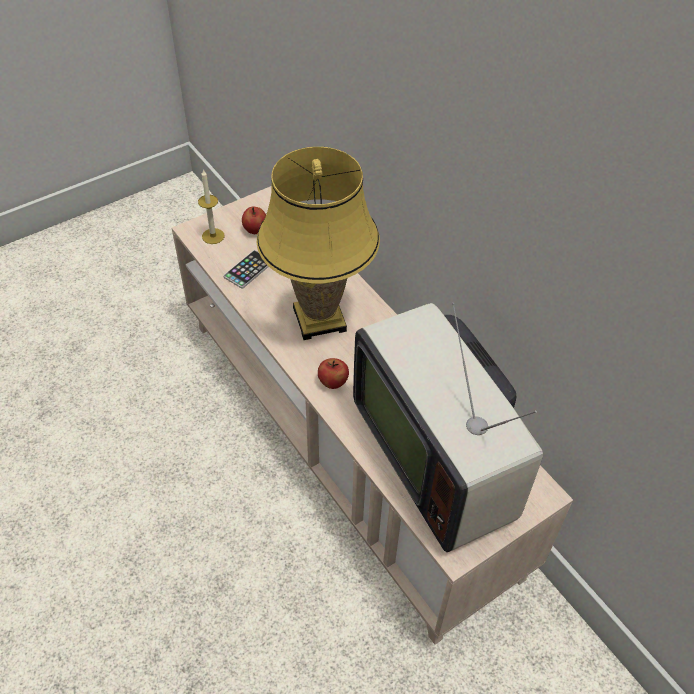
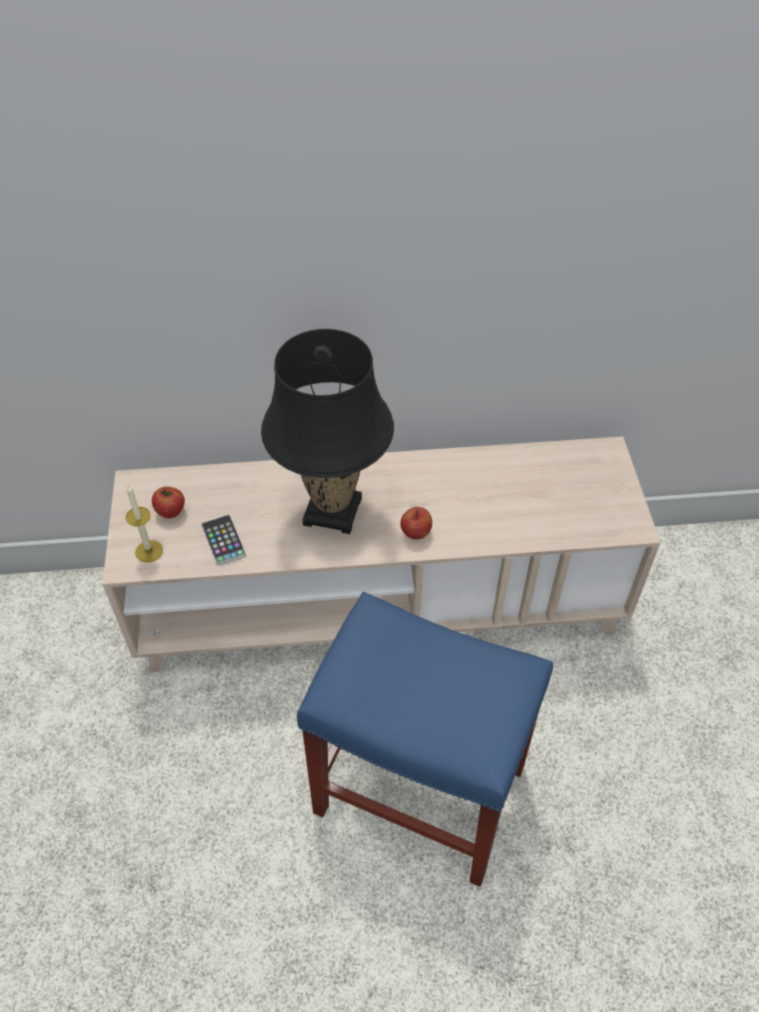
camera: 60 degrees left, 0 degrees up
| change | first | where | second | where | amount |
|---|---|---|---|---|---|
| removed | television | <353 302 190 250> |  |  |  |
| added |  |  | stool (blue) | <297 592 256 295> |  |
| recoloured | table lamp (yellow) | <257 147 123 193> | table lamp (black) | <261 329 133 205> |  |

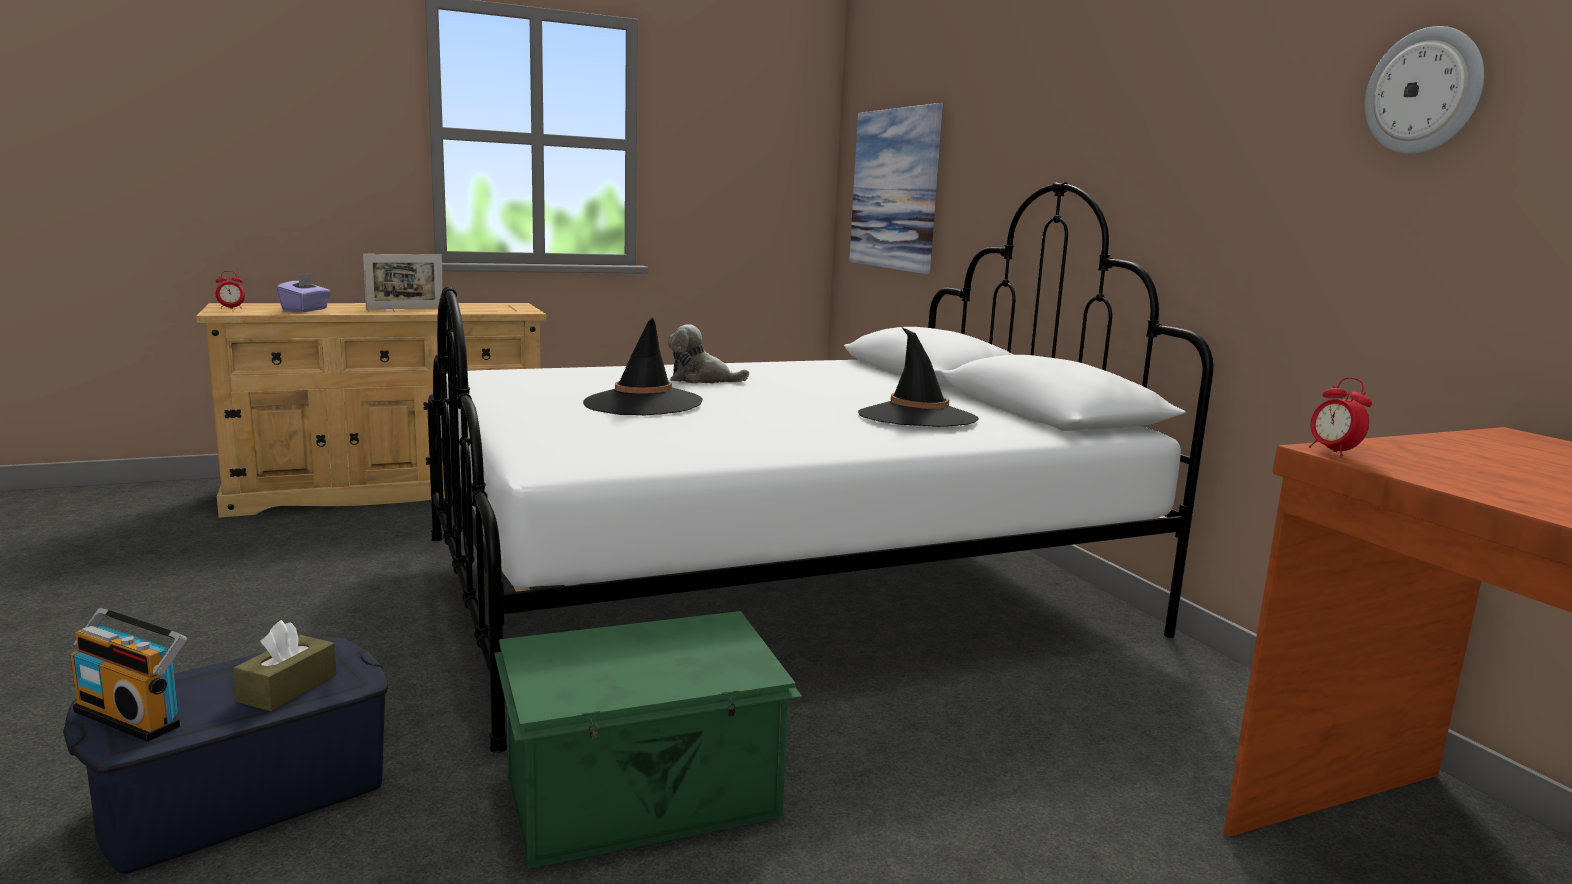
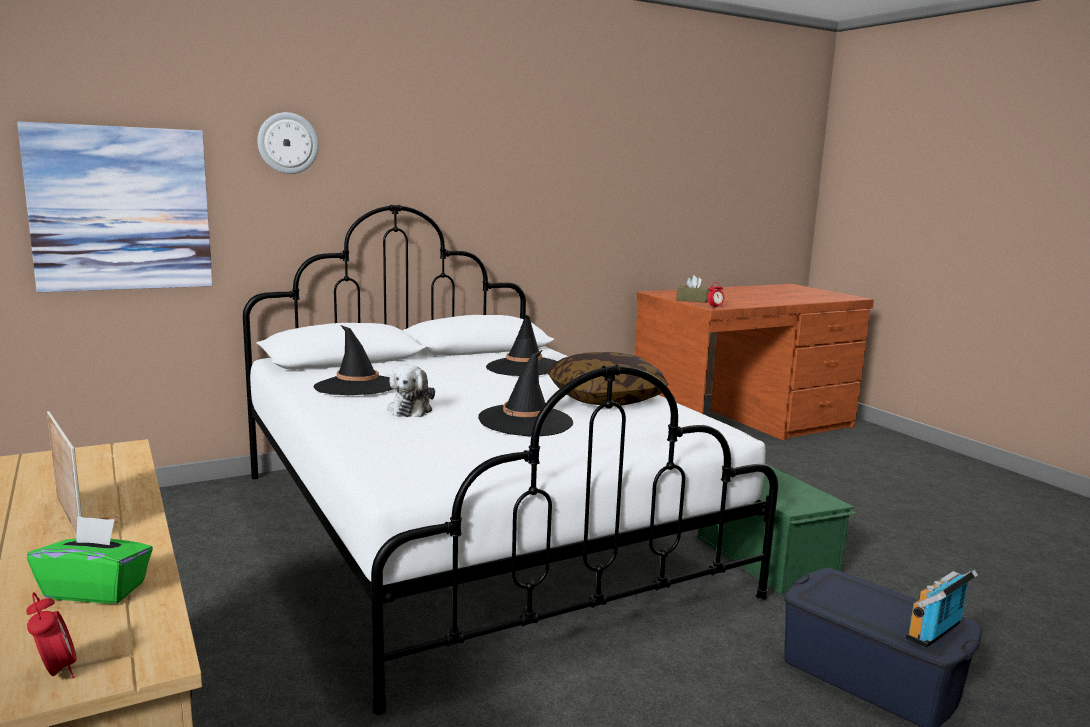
camera: 95 degrees left, 0 degrees up
| change | first | where | second | where | amount |
|---|---|---|---|---|---|
| added |  |  | hat (black) | <314 325 79 70> |  |
| added |  |  | pillow | <547 352 121 53> |  |
| moved | tissue box (brown) | <233 620 103 91> |  | <677 275 32 28> |  |
| moved | wall clock | <1365 26 119 128> |  | <258 112 61 62> |  |
| recoloured | tissue box (purple) | <276 273 55 39> | tissue box (green) | <27 516 126 88> |  |
| turned | radio | <70 608 117 134> |  | <906 570 72 78> | 150 degrees counterclockwise |

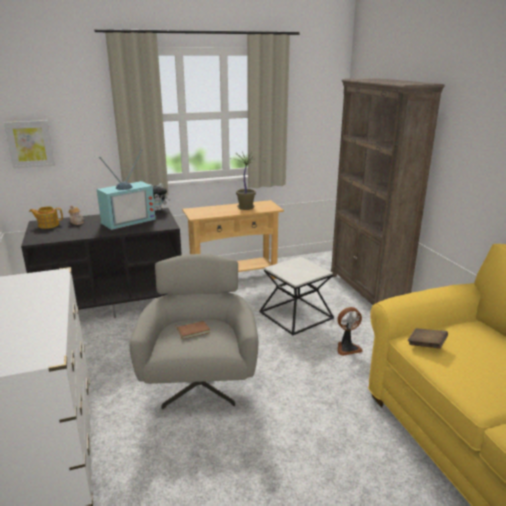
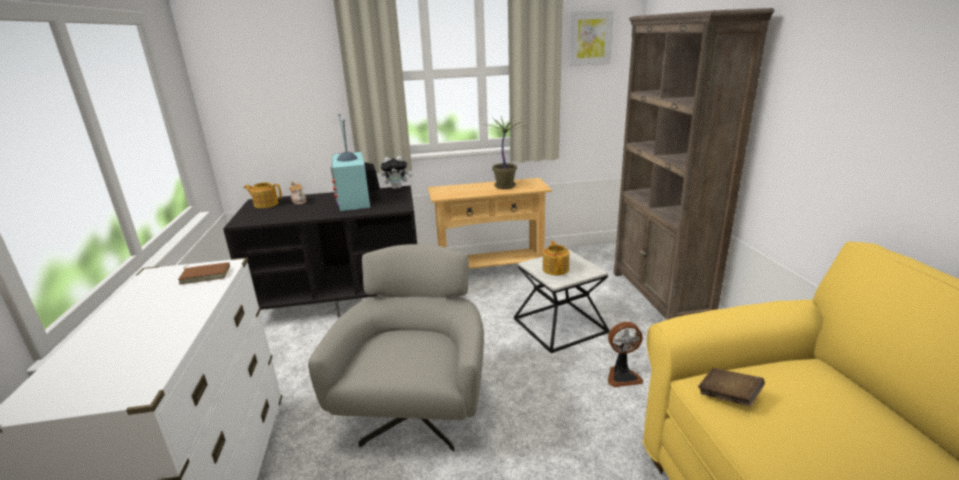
camera: 10 degrees right, 0 degrees up
| change | first | where | second | where | amount |
|---|---|---|---|---|---|
| added |  |  | teapot | <543 241 26 34> |  |
| moved | picture | <4 120 51 49> |  | <569 10 45 56> |  |
| moved | book (brown) | <176 321 34 18> |  | <178 262 52 23> |  |
| turned | television | <97 149 58 81> |  | <330 114 50 97> | 105 degrees clockwise |

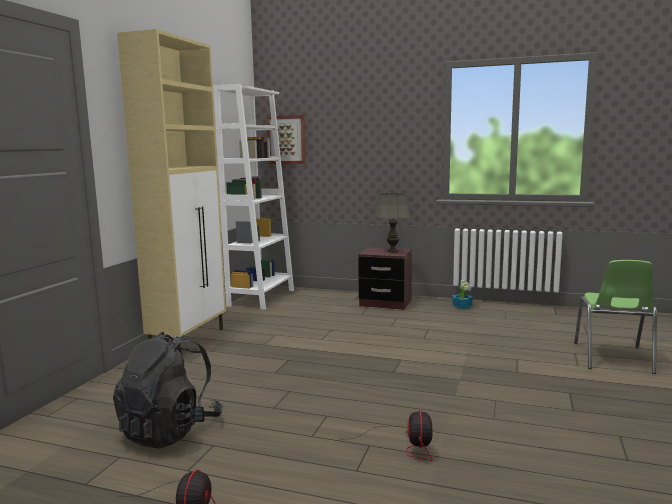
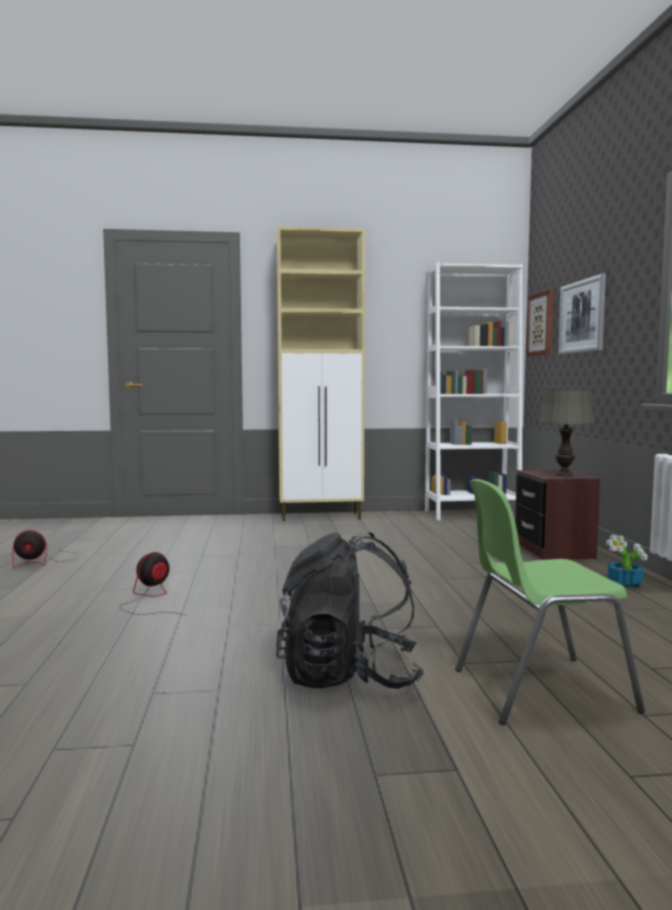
camera: 65 degrees right, 5 degrees down
| change | first | where | second | where | amount |
|---|---|---|---|---|---|
| added |  |  | picture | <558 274 48 80> |  |
| moved | backpack (black) | <113 332 110 117> |  | <276 532 148 157> |  |
| turned | fan | <351 410 82 51> |  | <120 552 66 64> | 150 degrees clockwise |

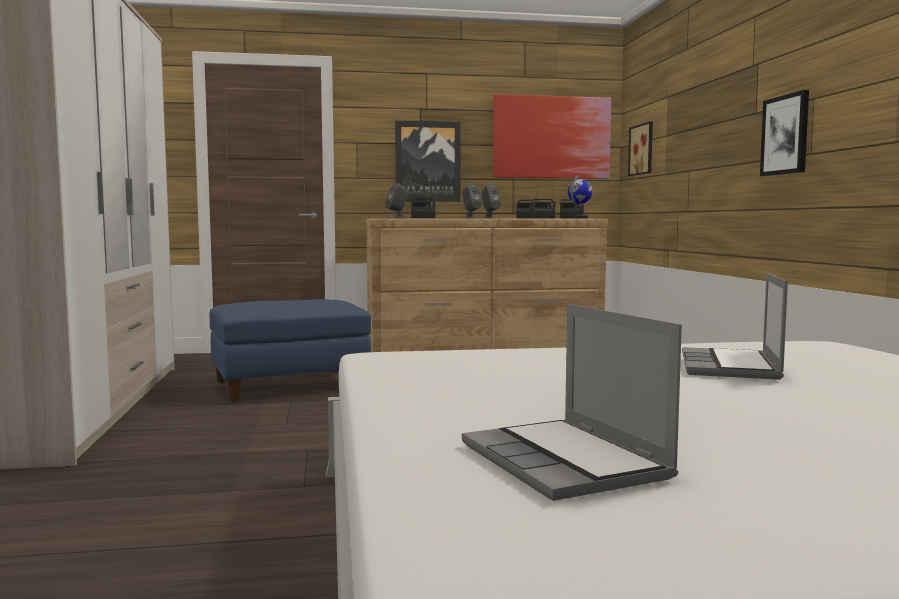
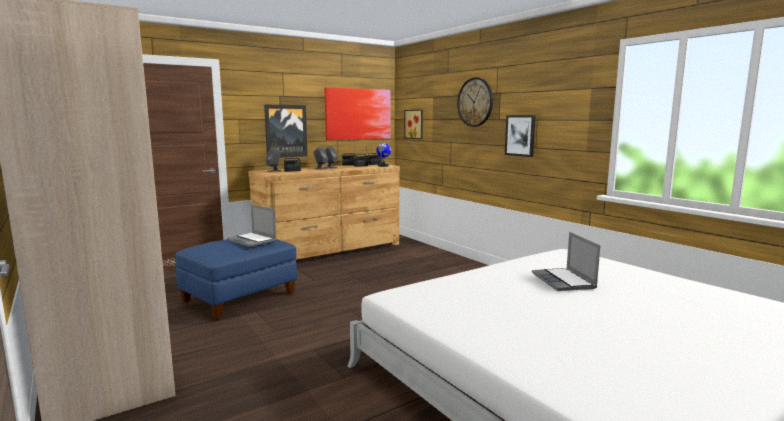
camera: 25 degrees left, 5 degrees up
| change | first | where | second | where | amount |
|---|---|---|---|---|---|
| added |  |  | wall clock | <457 77 36 50> |  |
| moved | laptop | <462 304 220 197> |  | <227 204 49 43> |  |

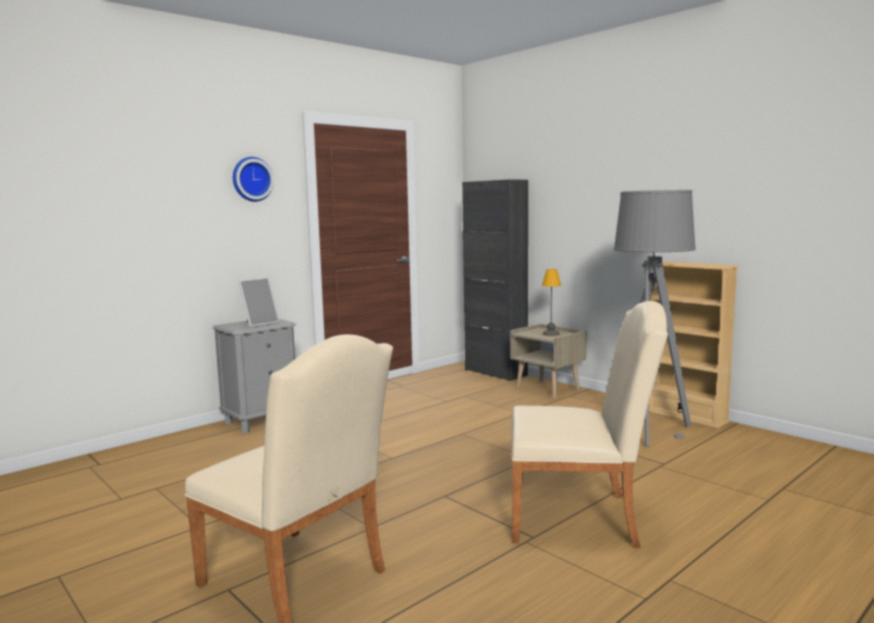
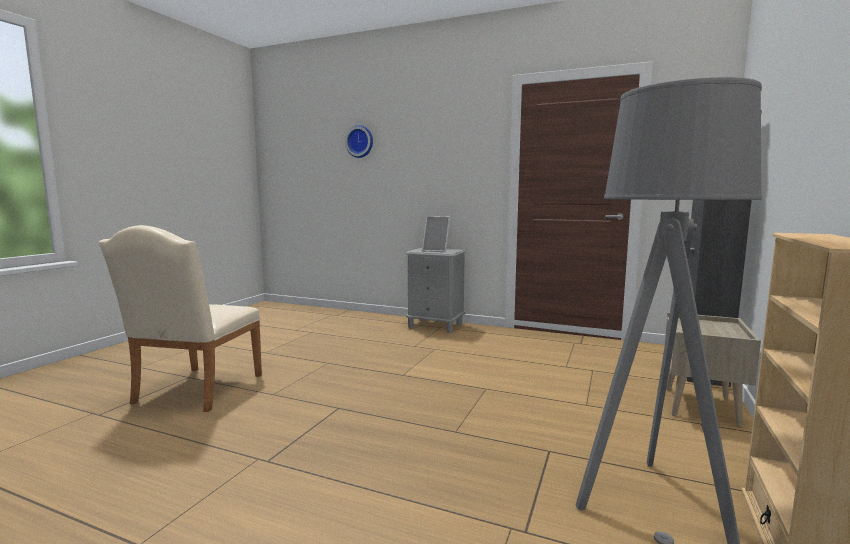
camera: 65 degrees right, 0 degrees up
| change | first | where | second | where | amount |
|---|---|---|---|---|---|
| removed | chair (beige) | <512 301 156 247> |  |  |  |
| removed | table lamp | <542 269 19 67> |  |  |  |
| moved | wall clock | <233 157 41 45> |  | <345 125 28 33> |  |

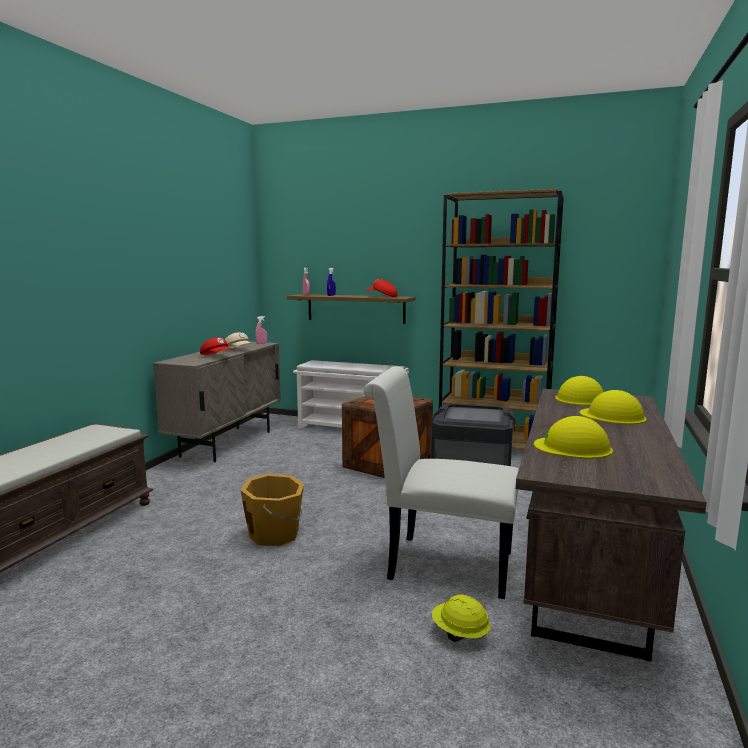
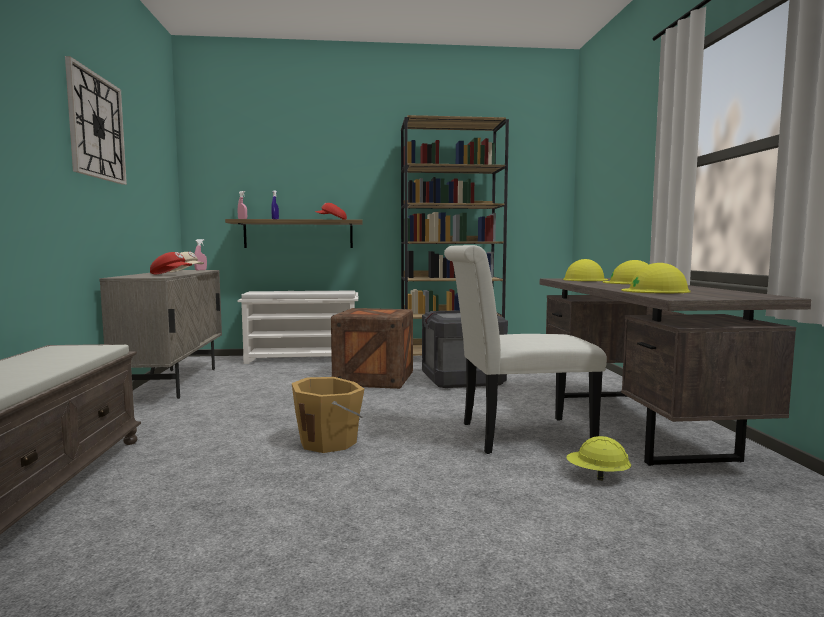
camera: 25 degrees left, 5 degrees down
| change | first | where | second | where | amount |
|---|---|---|---|---|---|
| added |  |  | wall clock | <65 56 62 129> |  |

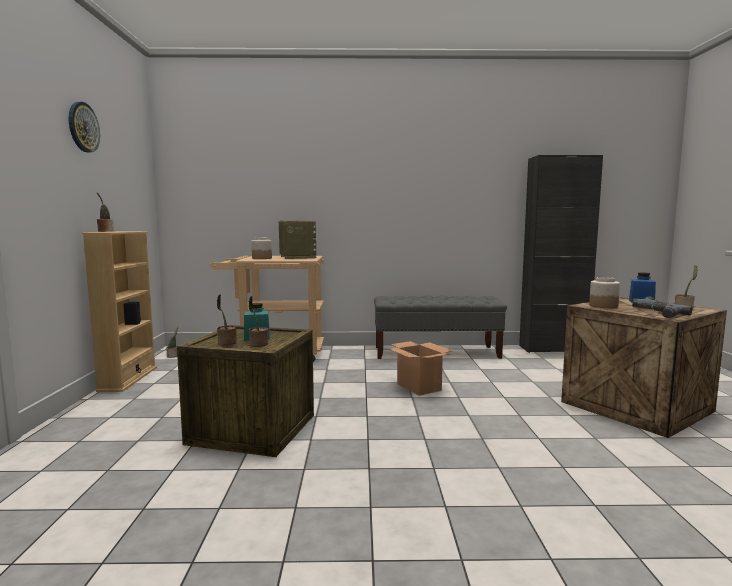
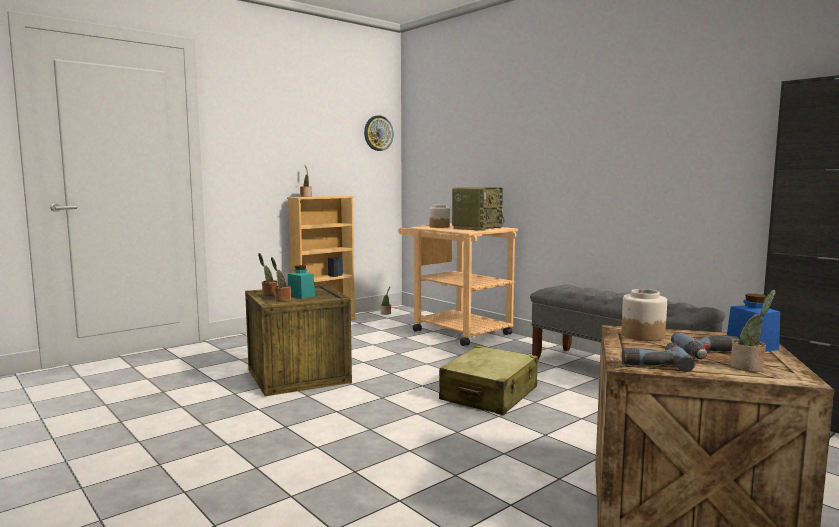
camera: 50 degrees right, 0 degrees up
| change | first | where | second | where | amount |
|---|---|---|---|---|---|
| moved | wall clock | <69 102 31 51> |  | <364 115 30 36> |  |
| replaced | cardboard box | <387 341 66 55> | suitcase (beige) | <439 346 99 69> |  |

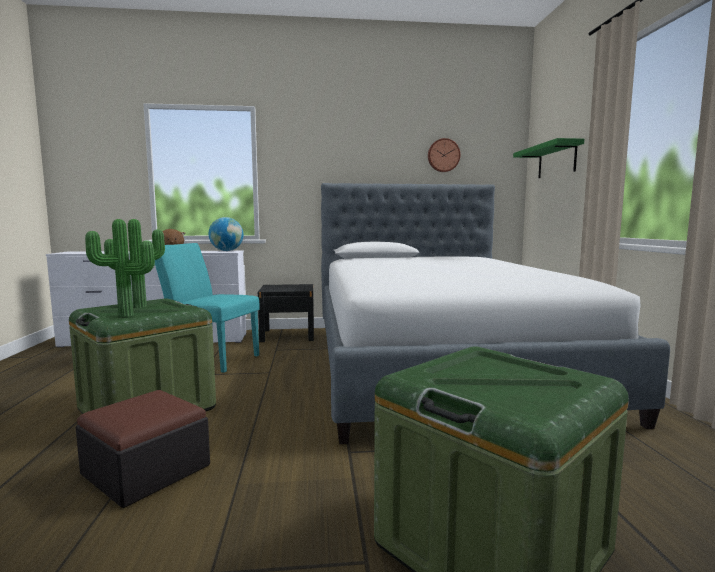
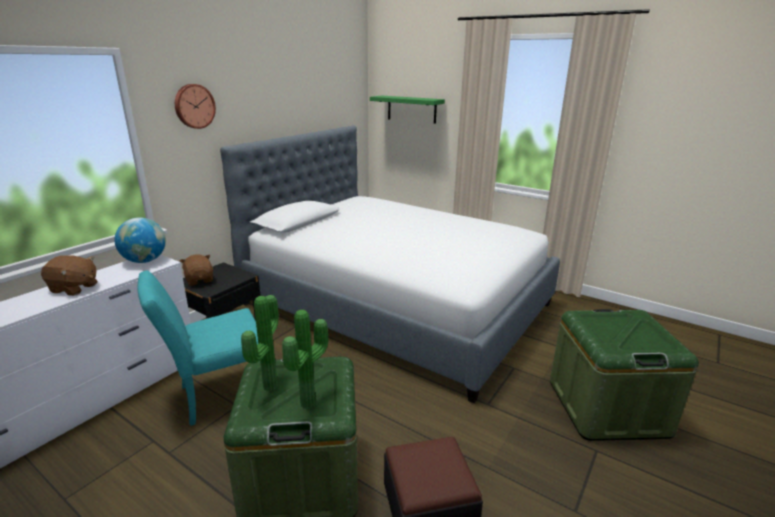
camera: 50 degrees left, 15 degrees up
| change | first | where | second | where | amount |
|---|---|---|---|---|---|
| added |  |  | plush toy (brown) | <180 254 33 32> |  |
| moved | wall clock | <428 138 32 34> |  | <175 84 41 45> |  |

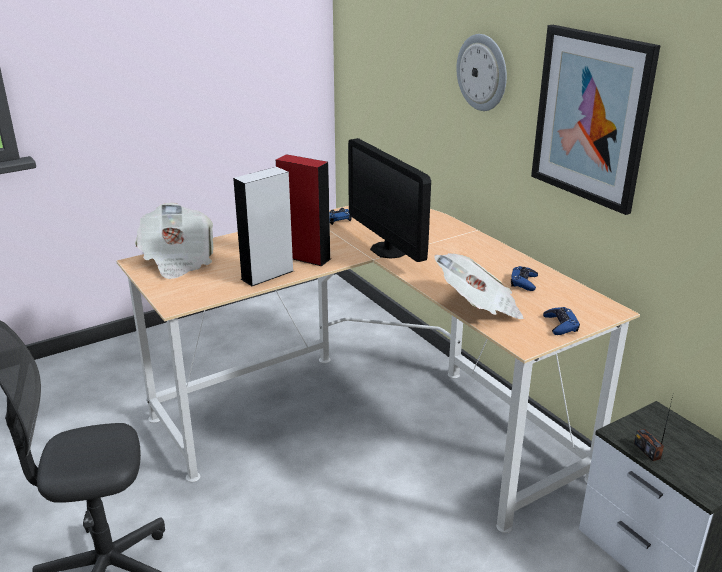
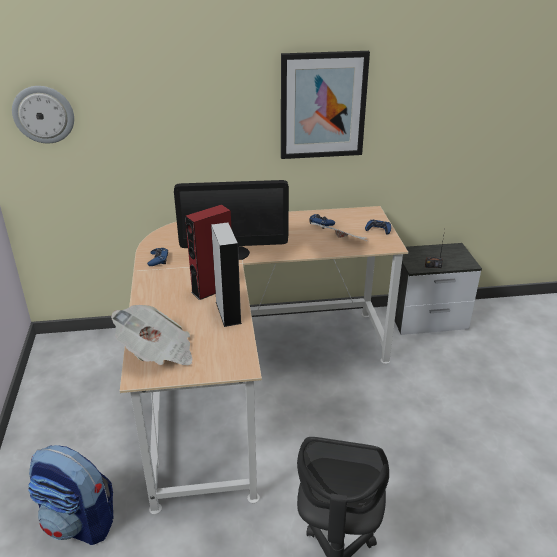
camera: 65 degrees left, 5 degrees up
| change | first | where | second | where | amount |
|---|---|---|---|---|---|
| added |  |  | backpack | <28 445 85 100> |  |
| moved | wall clock | <456 34 51 77> |  | <12 86 62 57> |  |

